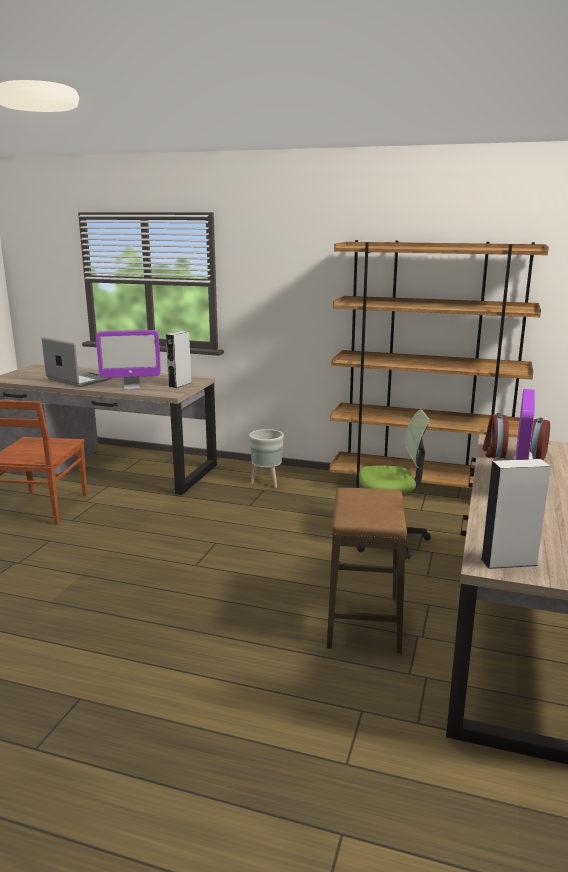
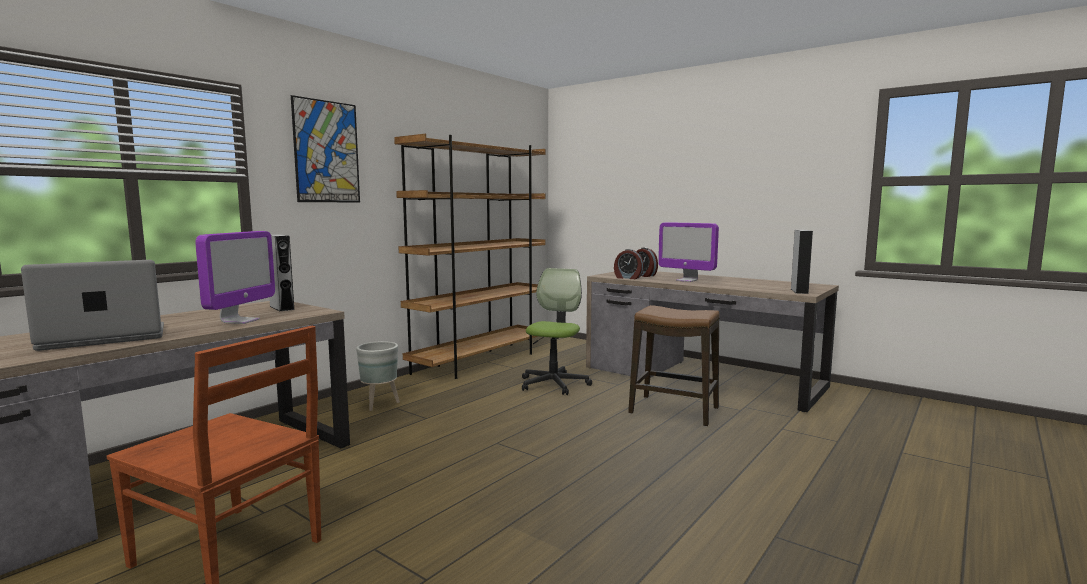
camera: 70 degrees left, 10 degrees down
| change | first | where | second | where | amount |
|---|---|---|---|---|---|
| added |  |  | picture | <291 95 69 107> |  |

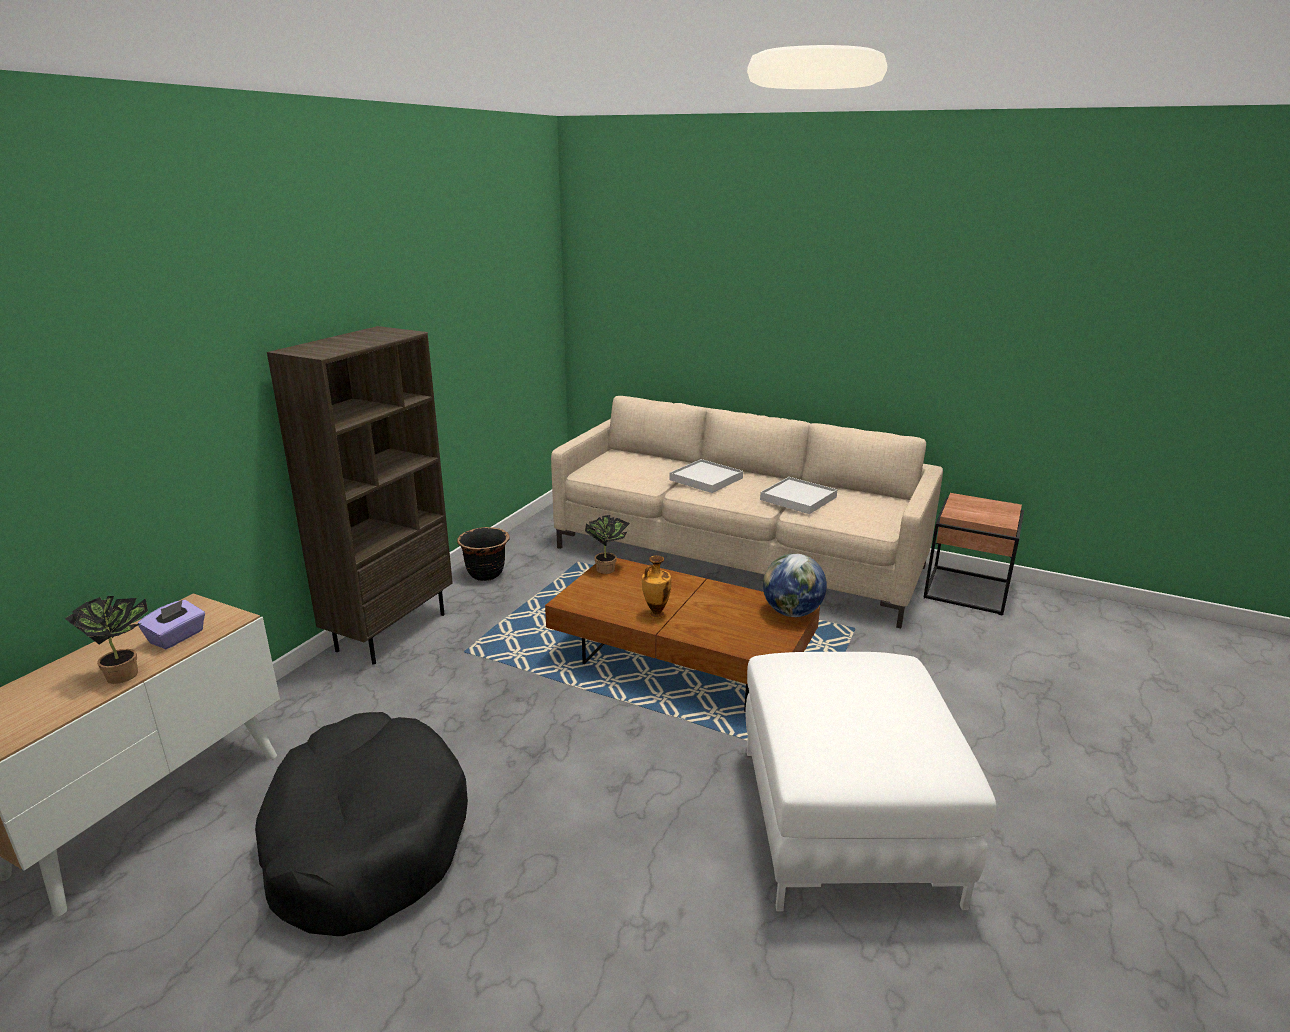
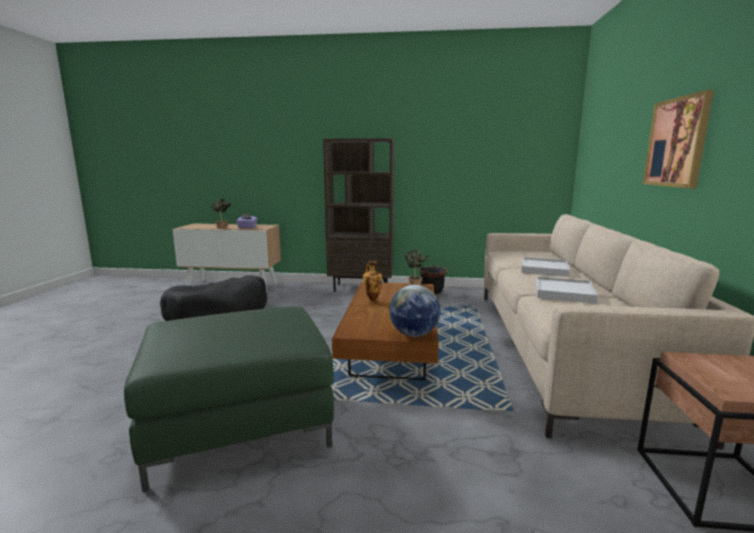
camera: 70 degrees right, 10 degrees down
| change | first | where | second | where | amount |
|---|---|---|---|---|---|
| added |  |  | picture | <643 90 71 98> |  |
| recoloured | ottoman (white) | <745 652 251 259> | ottoman (green) | <124 307 210 185> |  |

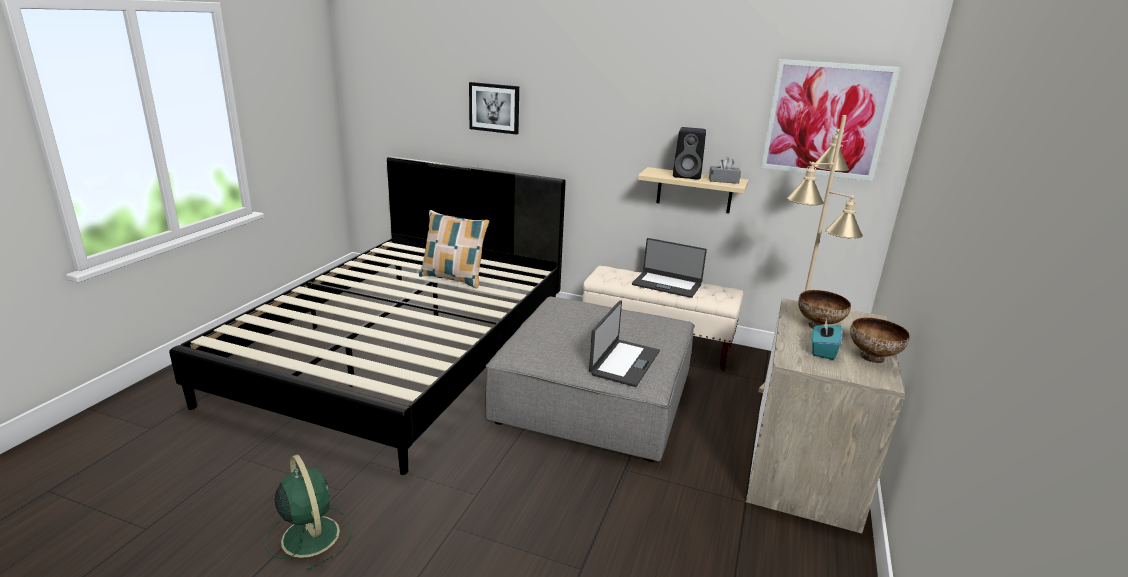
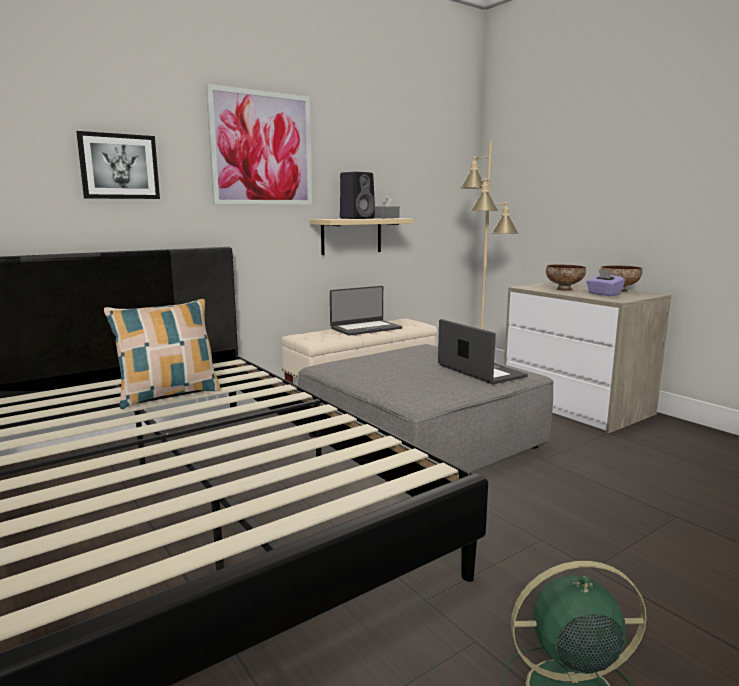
camera: 55 degrees left, 10 degrees down
| change | first | where | second | where | amount |
|---|---|---|---|---|---|
| moved | picture | <761 59 139 122> |  | <206 84 106 121> |  |
| recoloured | tissue box (turquoise) | <812 318 31 42> | tissue box (purple) | <586 269 39 27> |  |

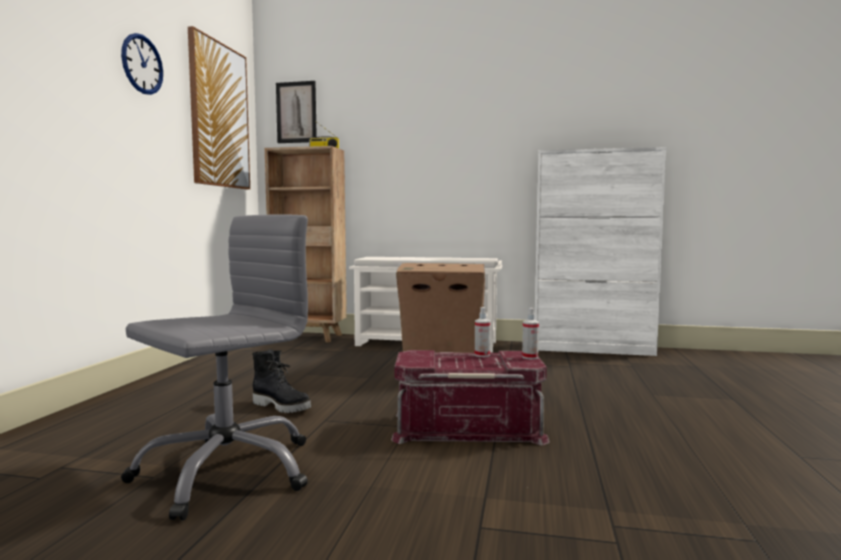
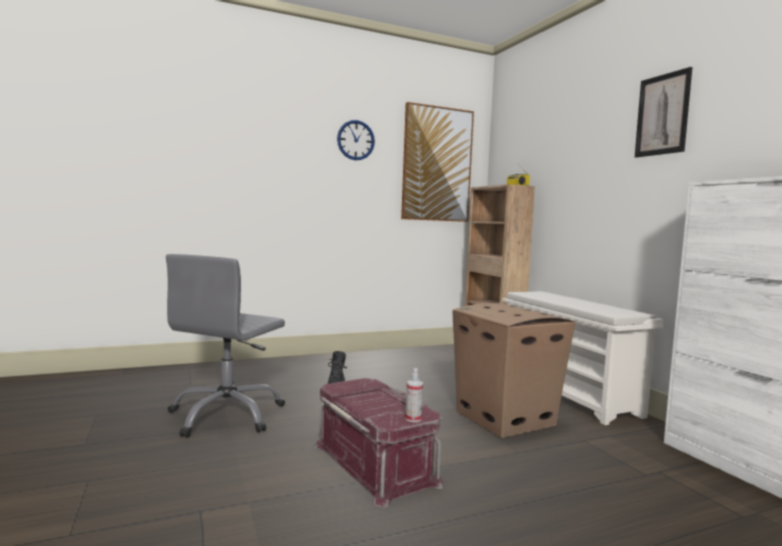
camera: 55 degrees right, 0 degrees up
| change | first | where | second | where | amount |
|---|---|---|---|---|---|
| removed | spray bottle | <475 307 15 50> |  |  |  |
| moved | picture | <276 81 41 62> |  | <635 67 57 91> |  |
| turned | office chair (grey) | <121 214 187 306> |  | <166 254 119 184> | 105 degrees clockwise |

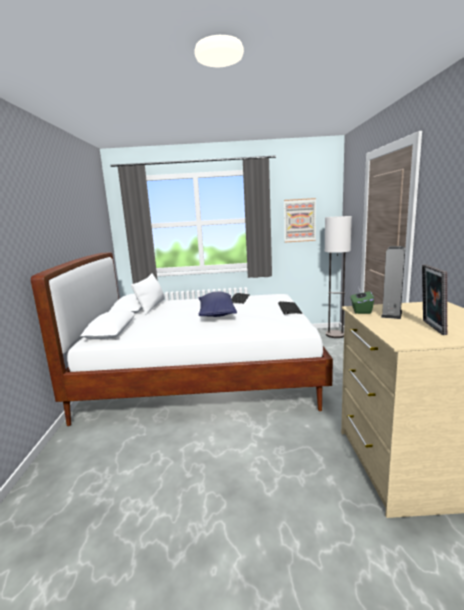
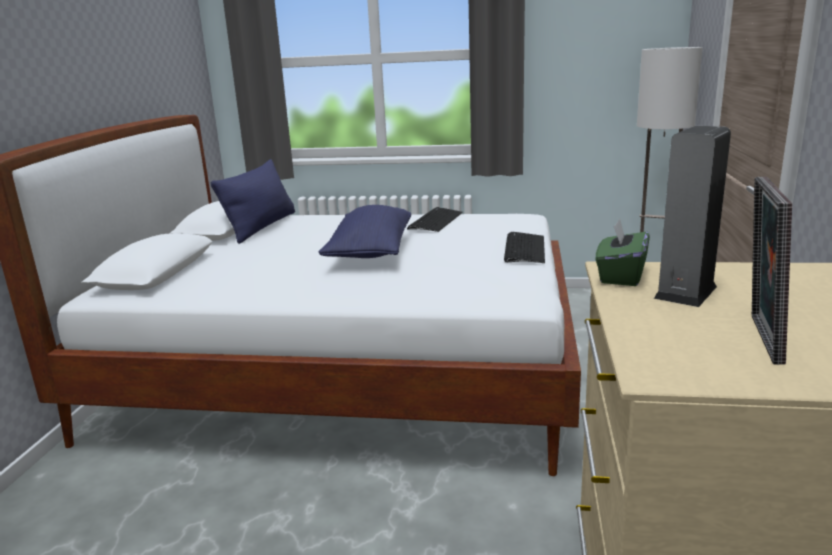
camera: 10 degrees right, 5 degrees up
| change | first | where | second | where | amount |
|---|---|---|---|---|---|
| removed | picture | <284 198 32 44> |  |  |  |
| recoloured | pillow (white) | <131 273 34 42> | pillow (blue) | <211 159 84 85> |  |

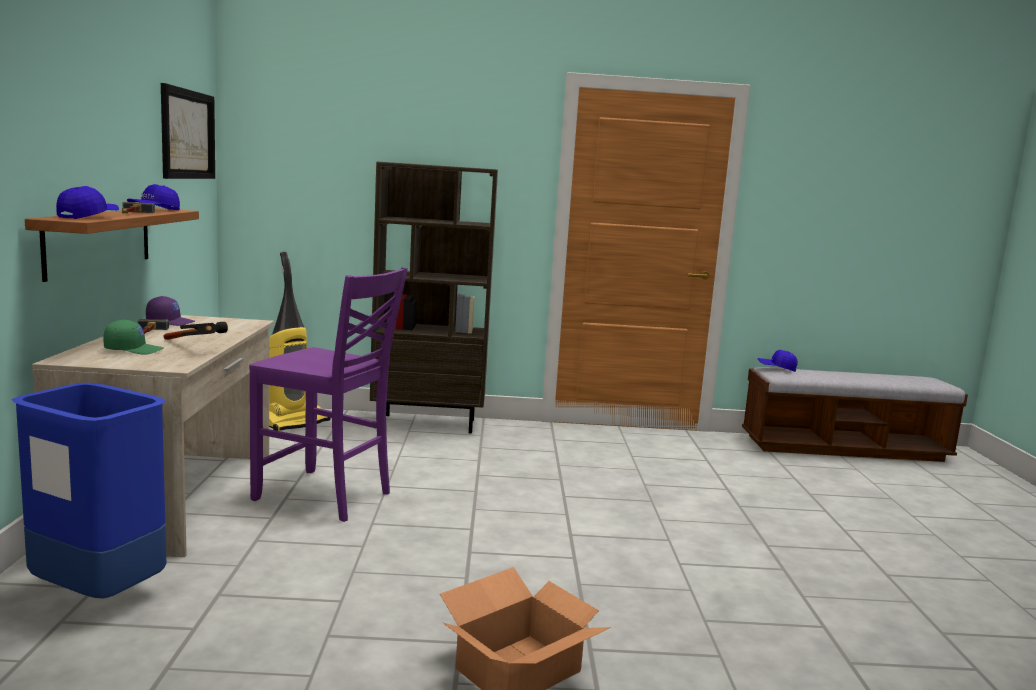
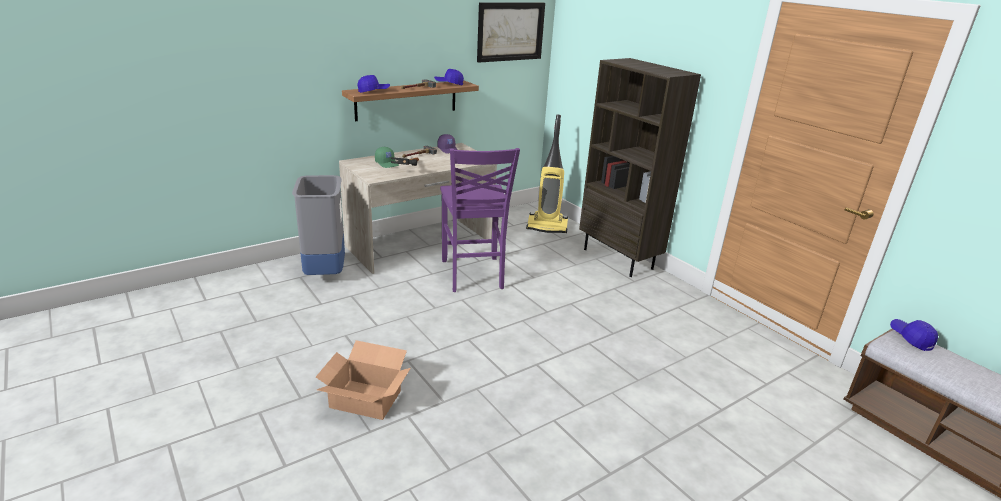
camera: 55 degrees right, 15 degrees up
| change | first | where | second | where | amount |
|---|---|---|---|---|---|
| recoloured | trash can (blue) | <11 383 155 216> | trash can (grey) | <292 175 53 100> |  |

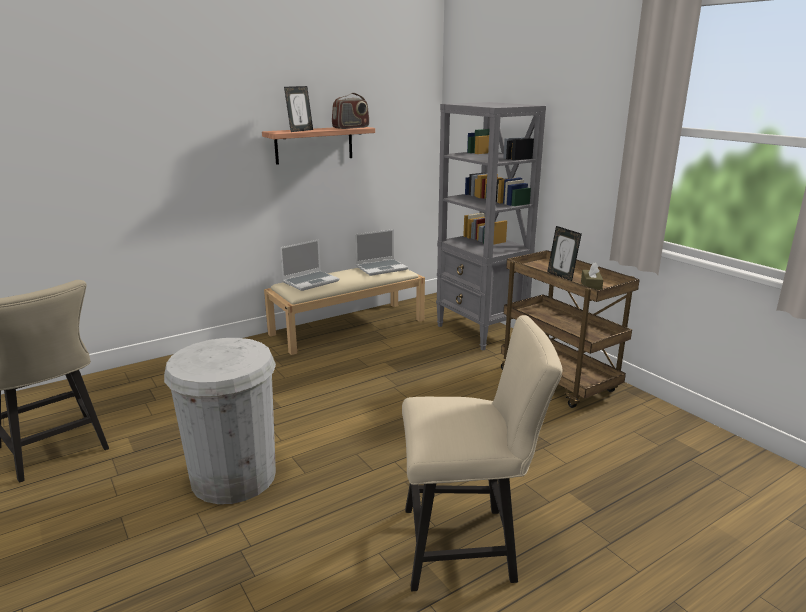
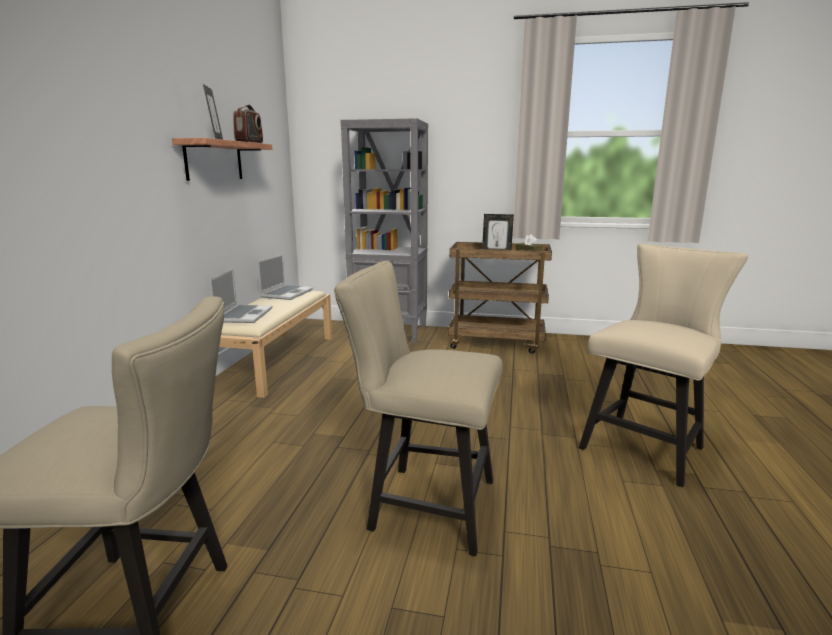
camera: 45 degrees left, 5 degrees down
| change | first | where | second | where | amount |
|---|---|---|---|---|---|
| replaced | trash can (white) | <164 338 112 166> | chair (beige) | <334 261 168 295> |  |

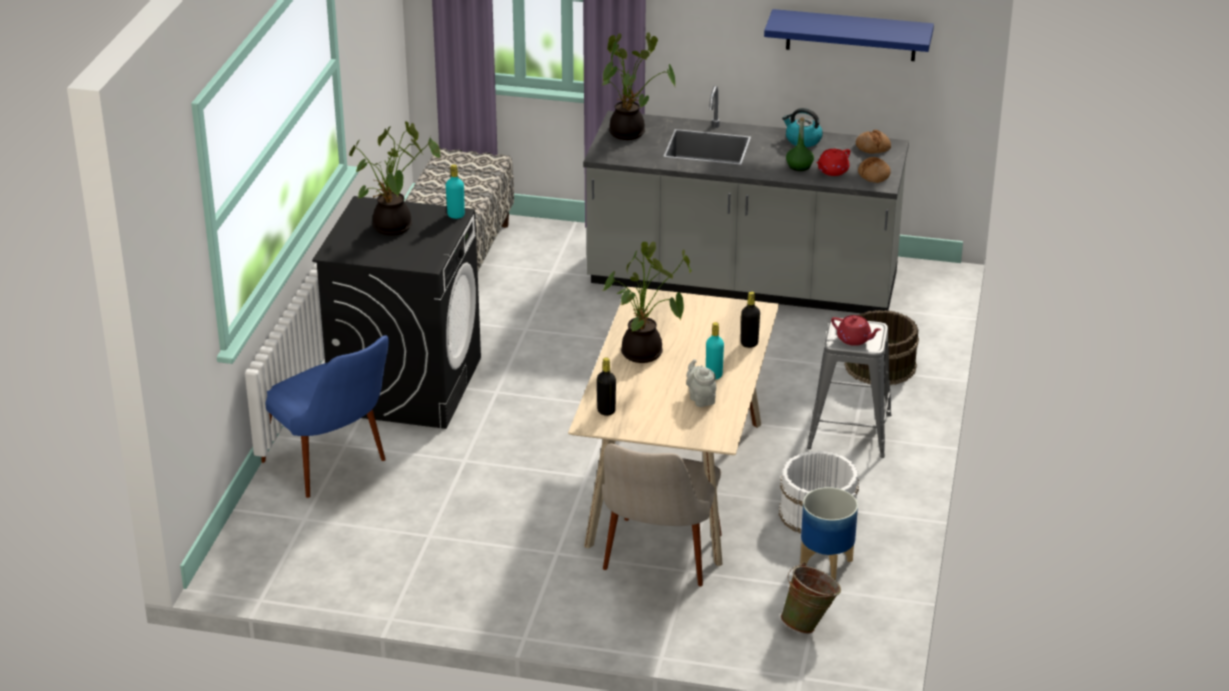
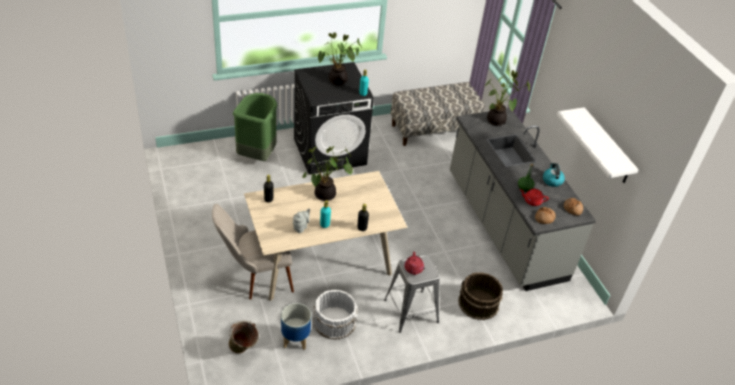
camera: 55 degrees right, 10 degrees up
| change | first | where | second | where | amount |
|---|---|---|---|---|---|
| replaced | chair (blue) | <261 335 128 163> | trash can (green) | <233 93 44 68> |  |
| recoloured | shelf (blue) | <764 9 170 52> | shelf (white) | <557 107 82 76> |  |

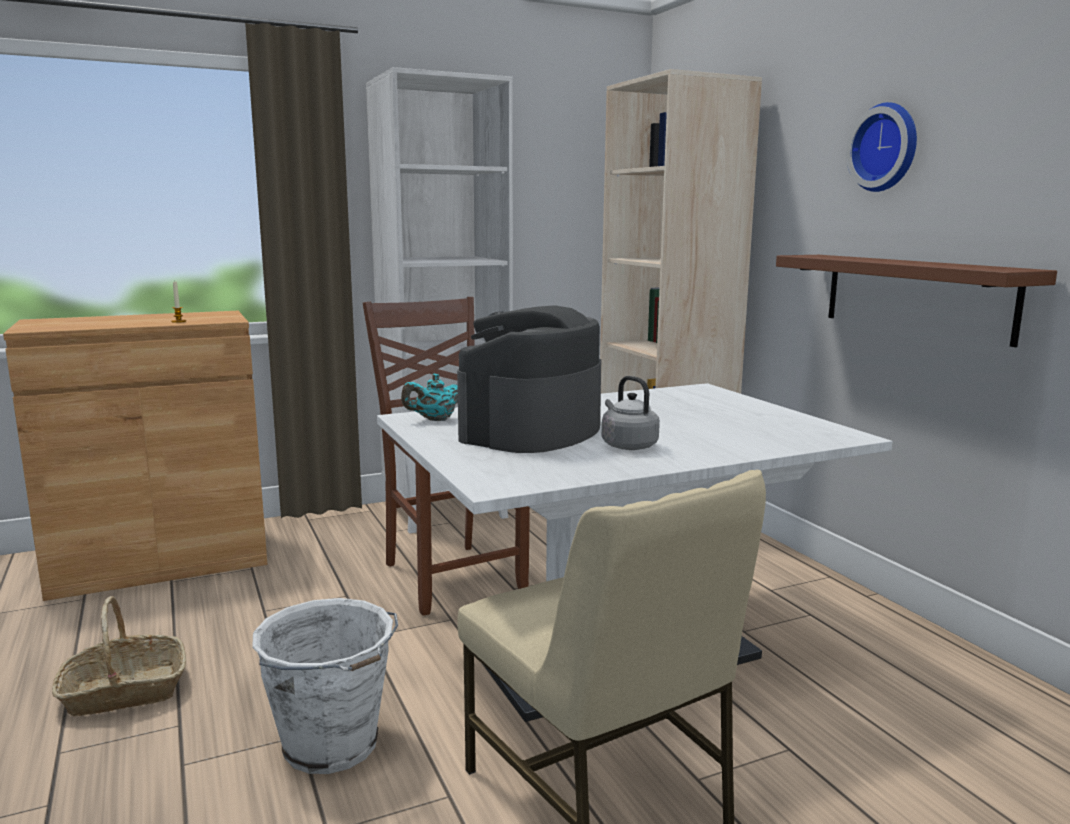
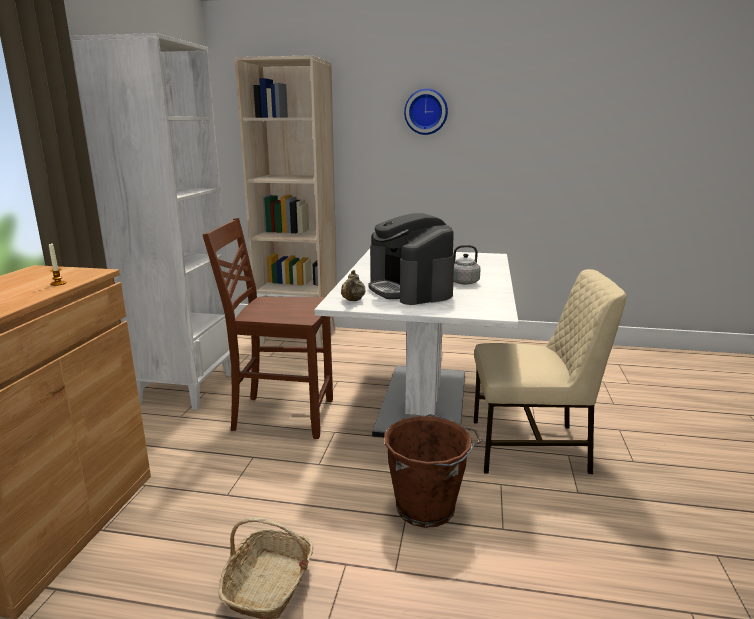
camera: 55 degrees left, 5 degrees up
| change | first | where | second | where | amount |
|---|---|---|---|---|---|
| removed | shelf (brown) | <776 255 281 92> |  |  |  |
| recoloured | bucket (white) | <252 598 146 176> | bucket (brown) | <384 414 98 114> |  |
| recoloured | teapot (turquoise) | <401 374 57 47> | teapot (beige) | <341 270 24 31> |  |

